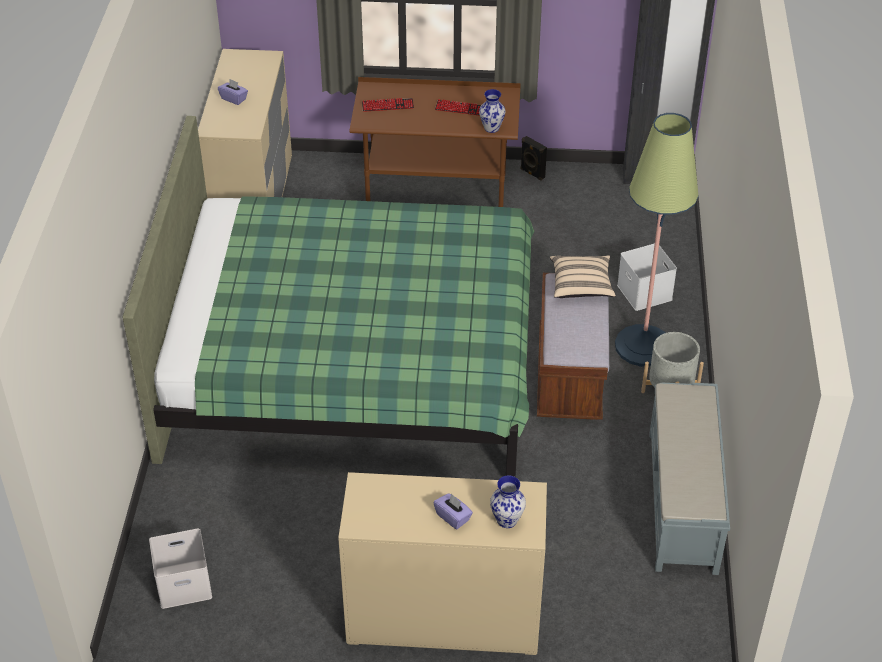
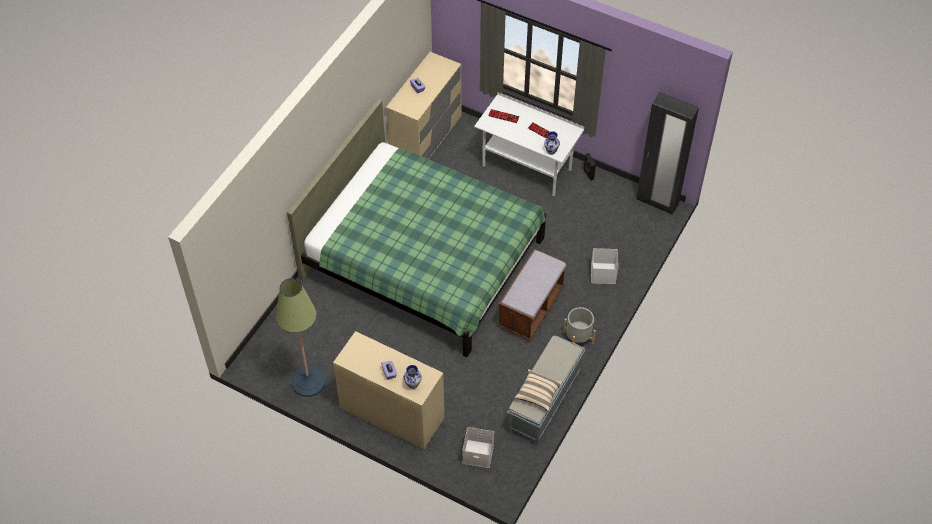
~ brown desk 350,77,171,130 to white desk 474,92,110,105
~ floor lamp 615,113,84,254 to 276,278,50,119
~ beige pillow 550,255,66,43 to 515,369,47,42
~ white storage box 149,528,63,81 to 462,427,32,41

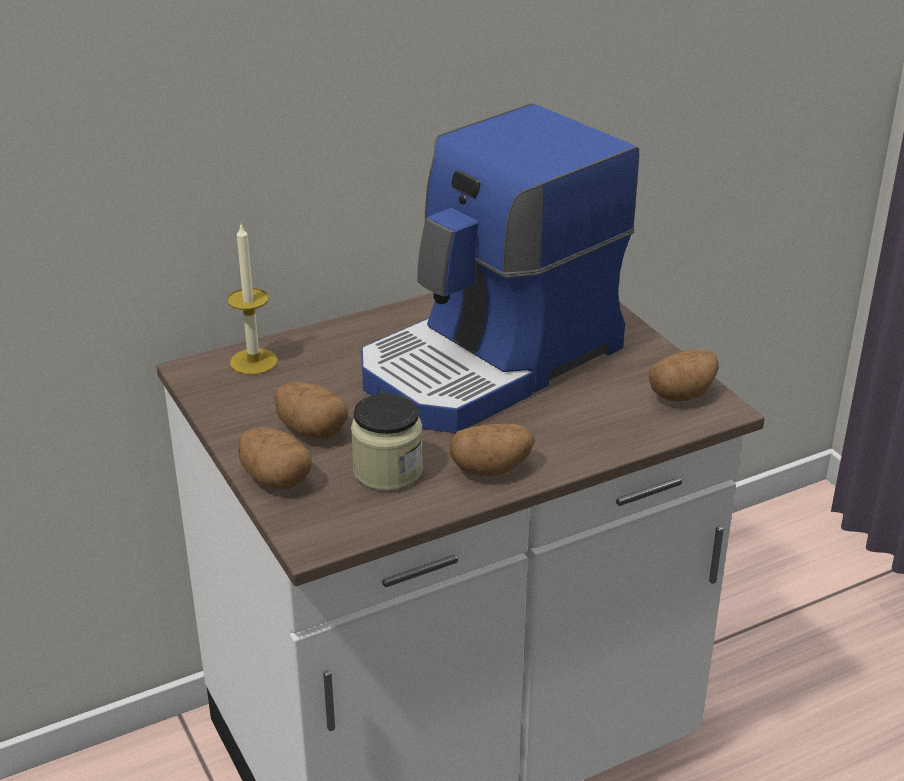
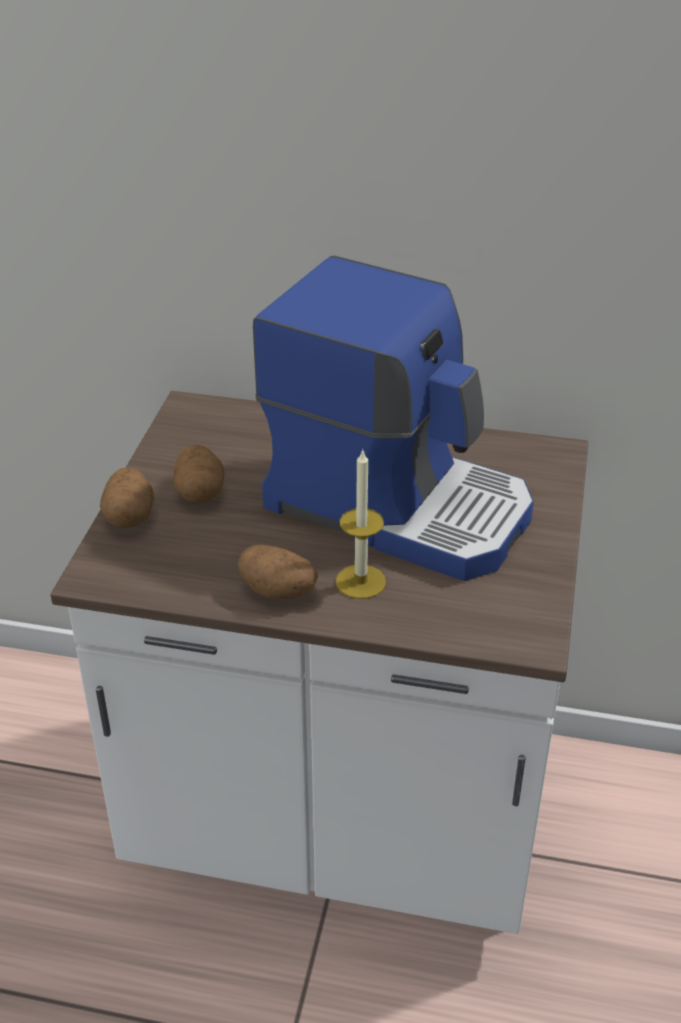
~ coffee machine 361,104,278,329 = 253,256,281,325 150 degrees counterclockwise
~ candle 227,225,51,150 to 336,448,50,151
- potato 649,349,70,53
- jar 351,393,72,98

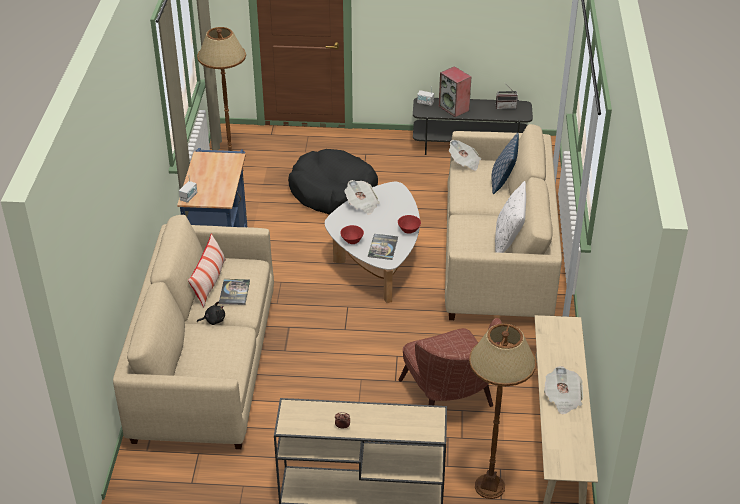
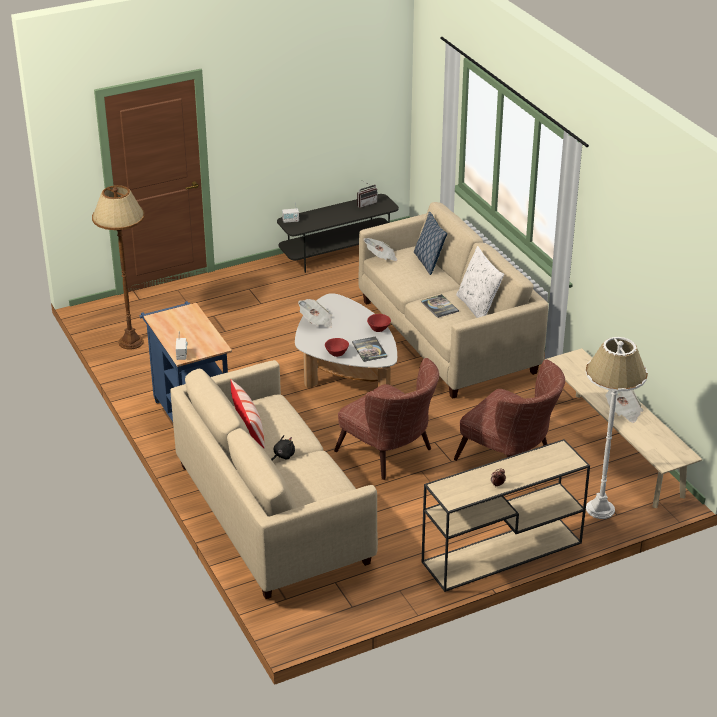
- speaker 439,66,32,51
- black dog bed 288,149,90,66
~ book 219,279,31,26 to 421,294,38,24
~ brown floor lamp 469,323,67,176 to white floor lamp 585,337,63,182
+ brown armchair 334,358,105,122

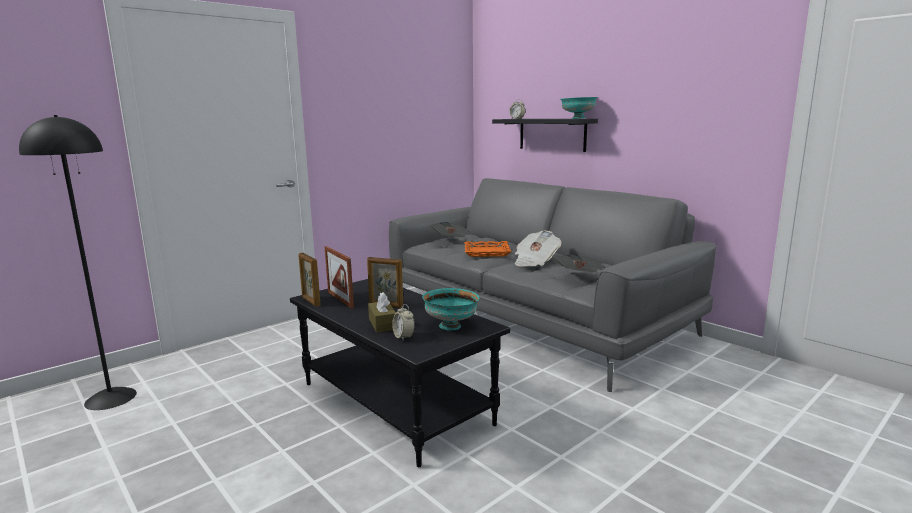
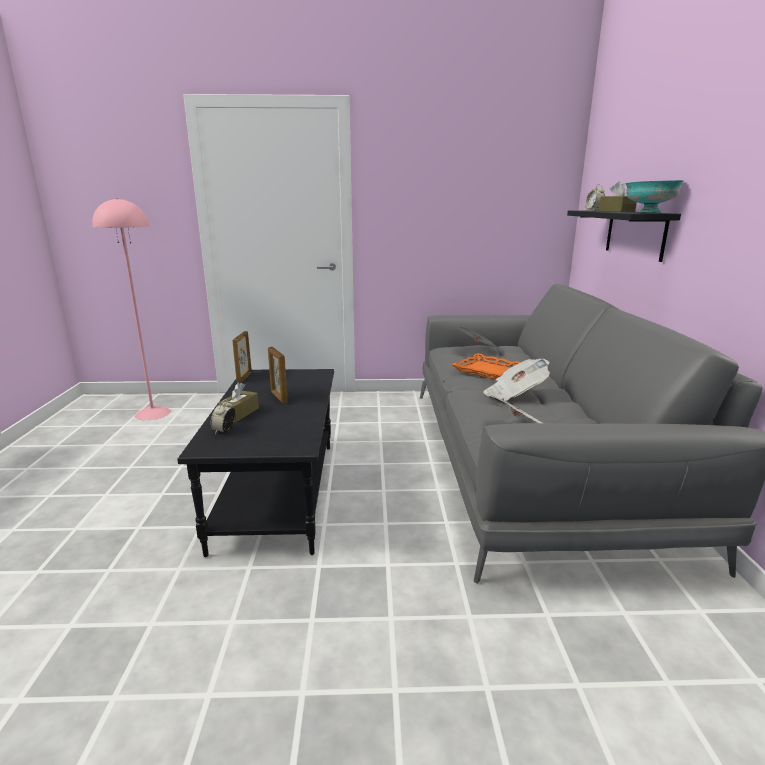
~ black floor lamp 19,115,118,295 to pink floor lamp 92,198,79,222
- picture frame 324,246,30,63
- turquoise bowl 422,288,58,43
+ brown tissue box 599,181,38,31

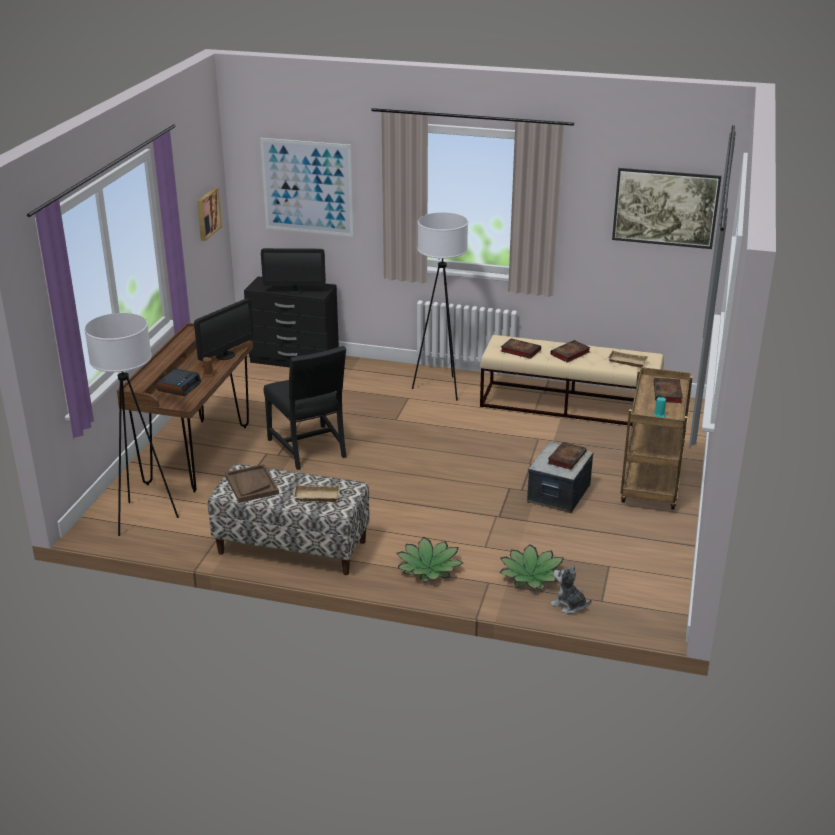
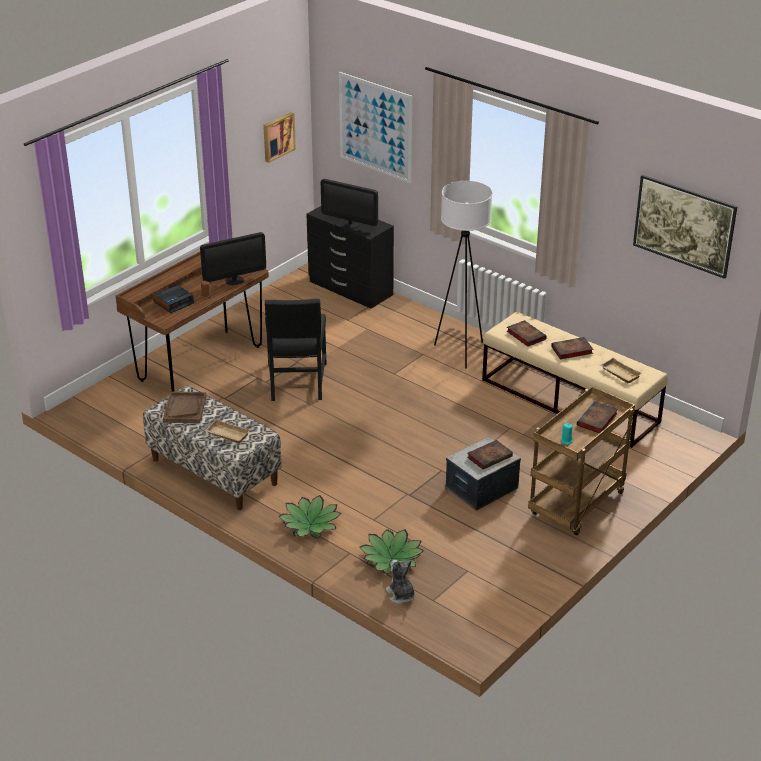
- white floor lamp 84,313,95,223

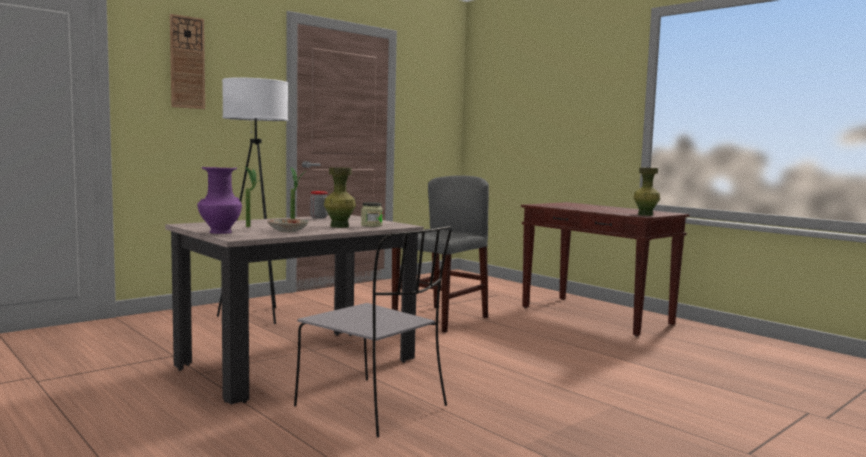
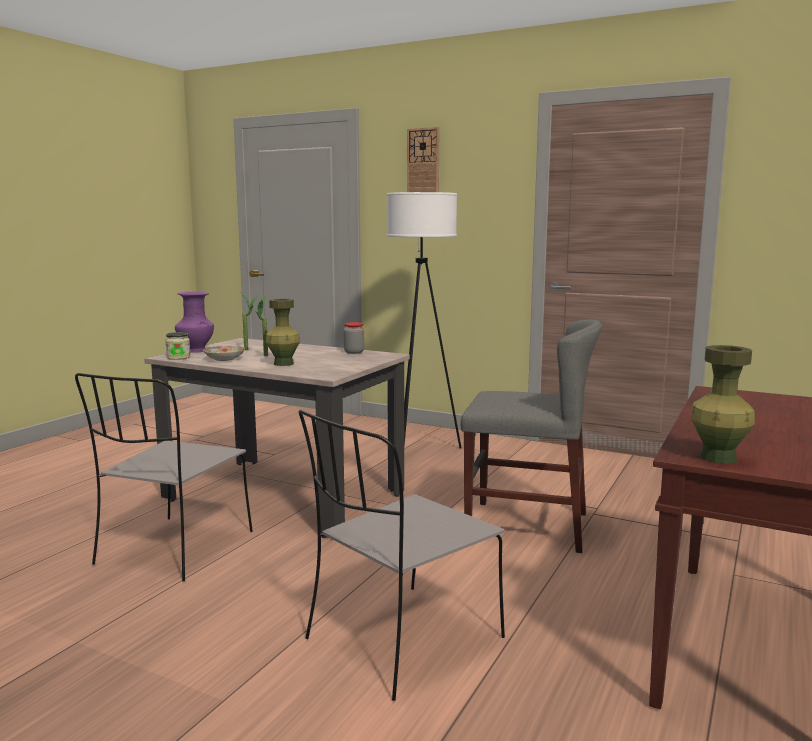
~ jar 361,202,22,25 to 165,332,26,28
+ grey chair 299,410,206,291

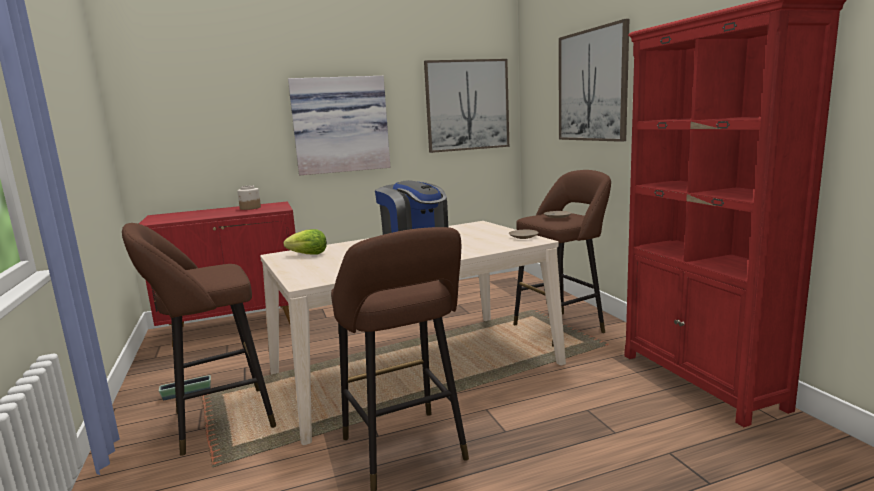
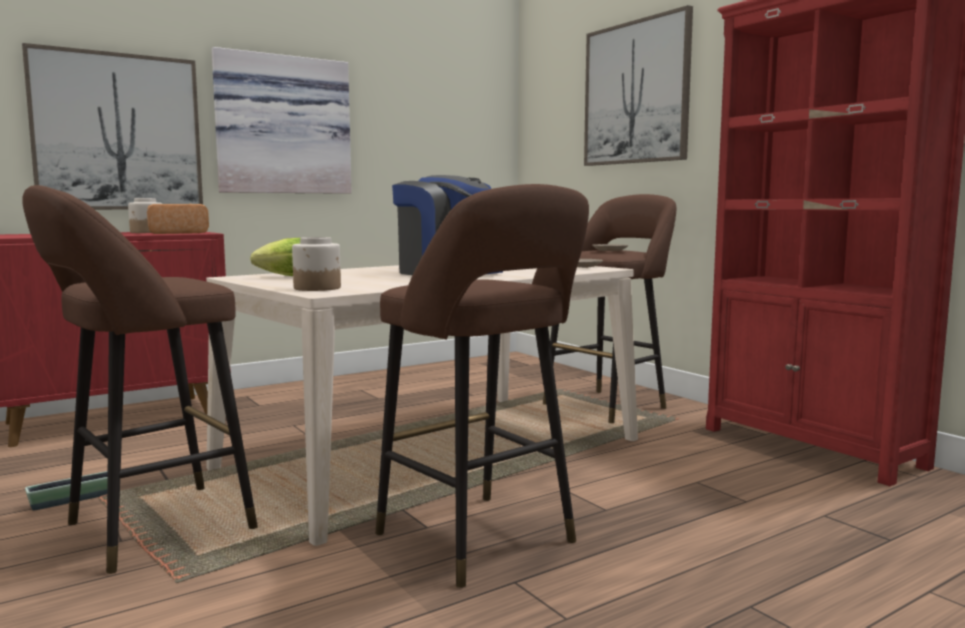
~ picture 424,59,85,94 to 22,43,181,167
+ bread 147,204,62,30
+ jar 292,237,49,54

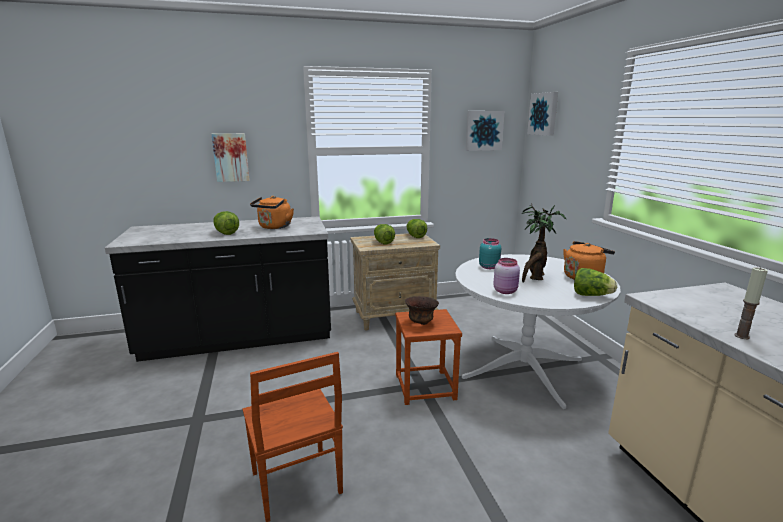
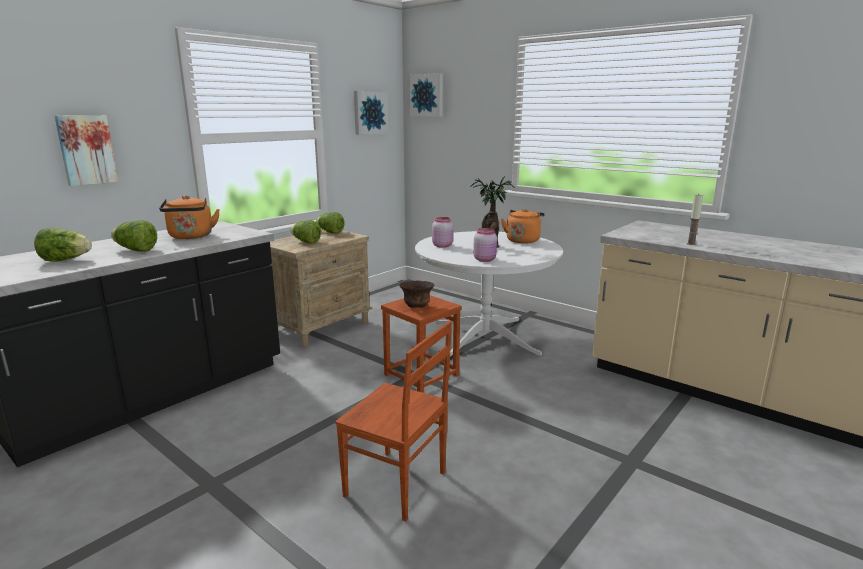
~ turquoise jar 479,238,22,31 to pink jar 432,217,21,31
~ lettuce 574,268,43,28 to 34,228,58,33

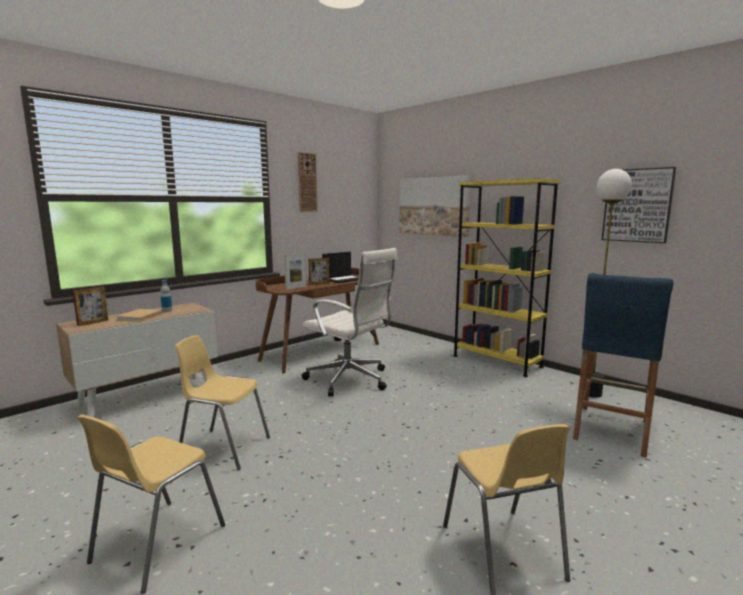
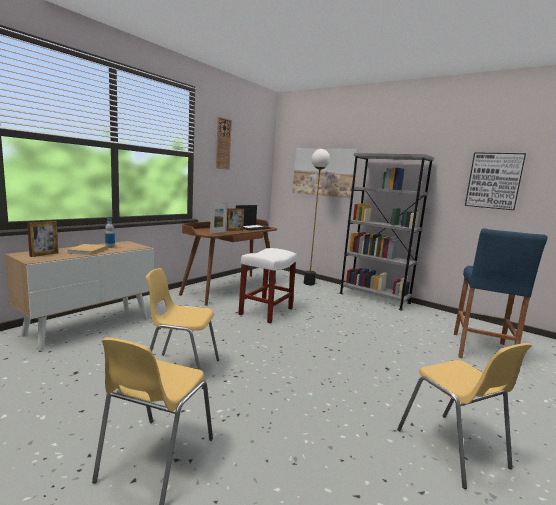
~ floor lamp 585,169,47,229 to 304,149,26,136
~ yellow bookcase 453,178,108,199 to grey bookcase 339,153,95,158
~ white office chair 302,248,95,149 to white stool 238,248,59,76

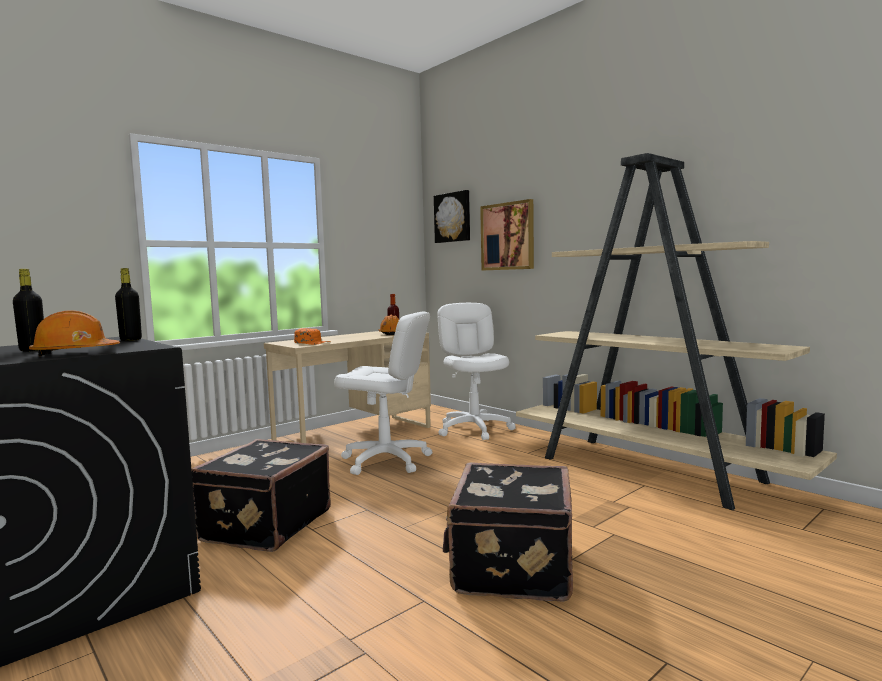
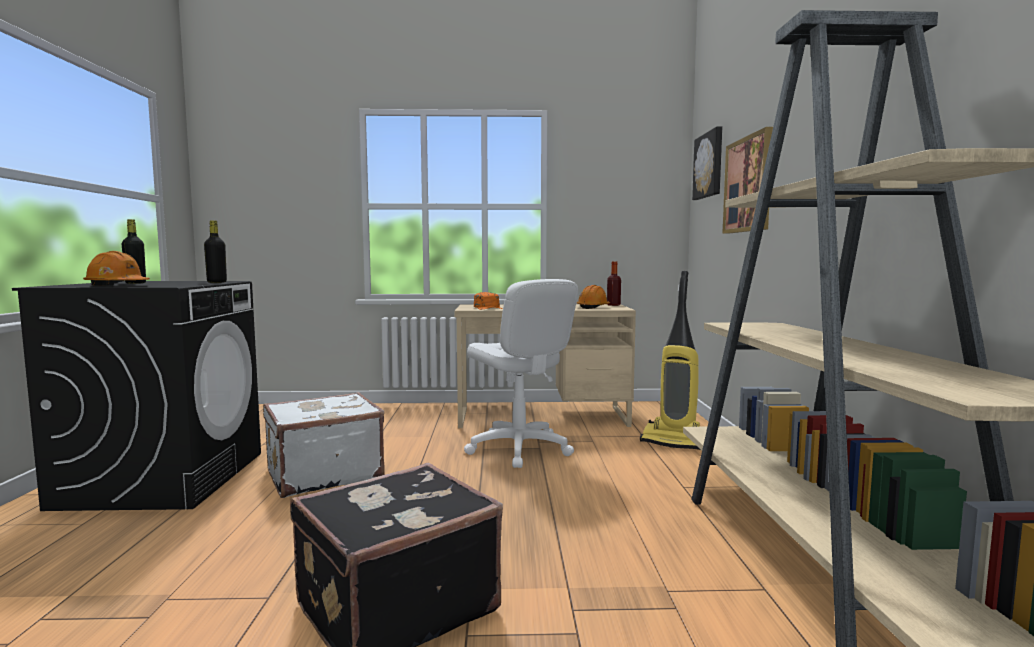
~ white office chair 437,303,79,137 to vacuum cleaner 640,271,61,179
~ black suitcase 191,439,140,113 to white suitcase 263,392,121,106

